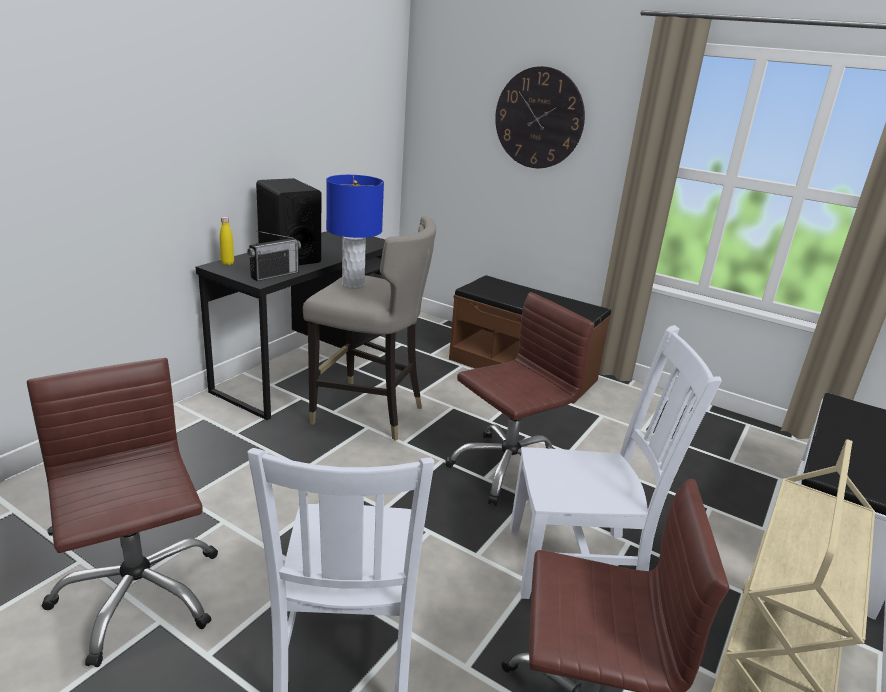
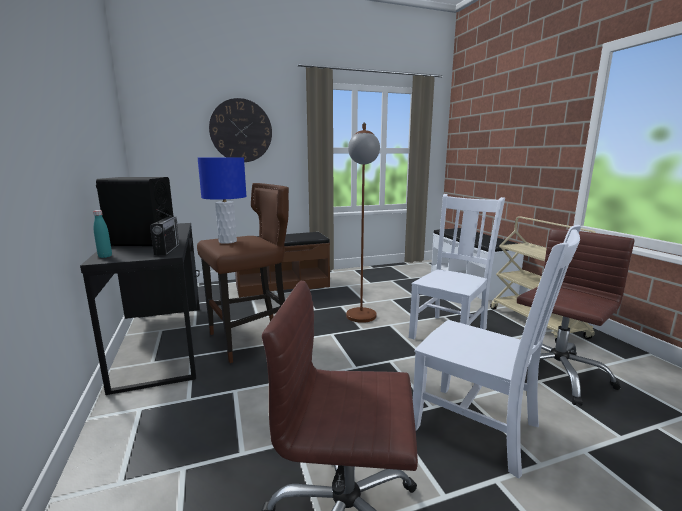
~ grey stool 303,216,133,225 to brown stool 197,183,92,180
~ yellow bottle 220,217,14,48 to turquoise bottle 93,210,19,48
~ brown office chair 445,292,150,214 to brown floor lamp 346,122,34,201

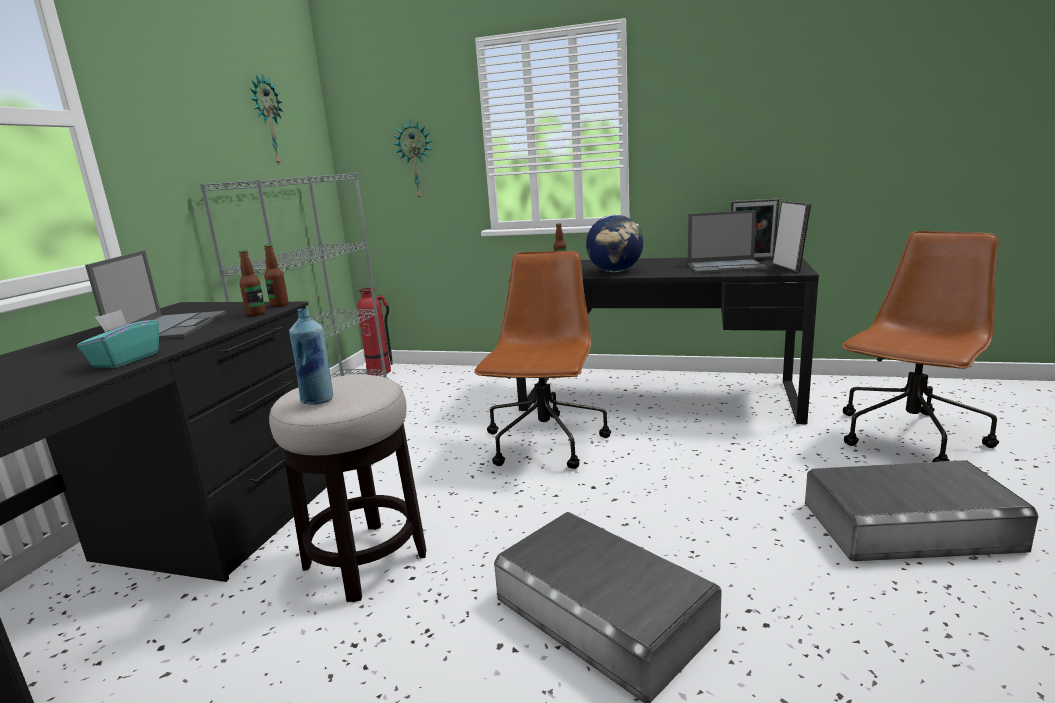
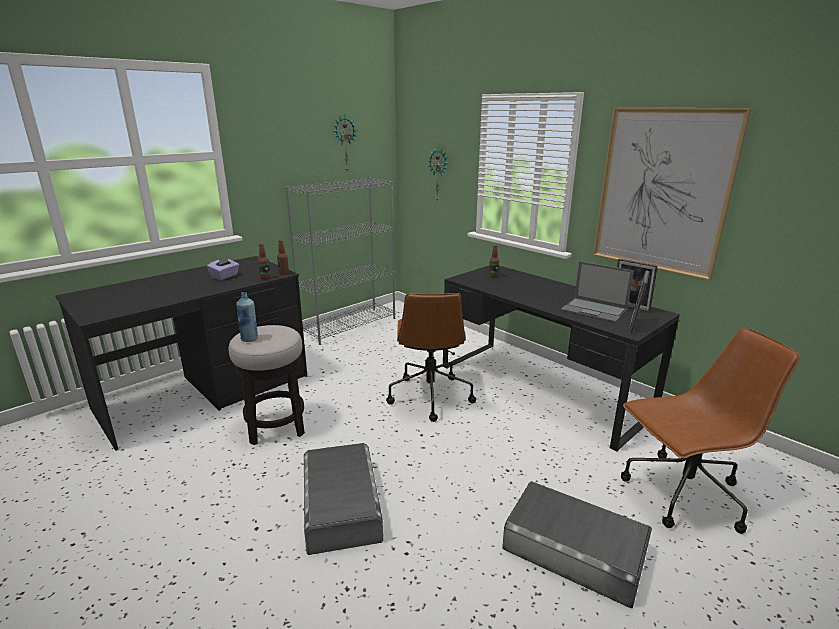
- globe 586,215,57,57
~ laptop 85,250,141,90 to purple tissue box 207,256,32,24
~ brown office chair 474,251,137,218 = 386,293,90,129 135 degrees clockwise
- fire extinguisher 357,288,36,88
- turquoise tissue box 77,310,82,58
+ picture 593,108,159,173

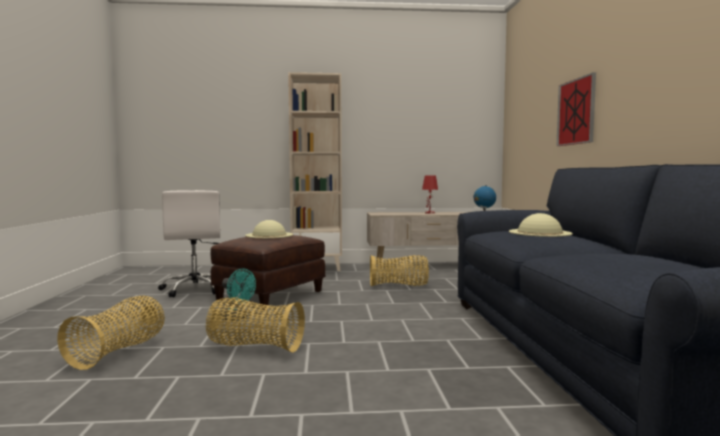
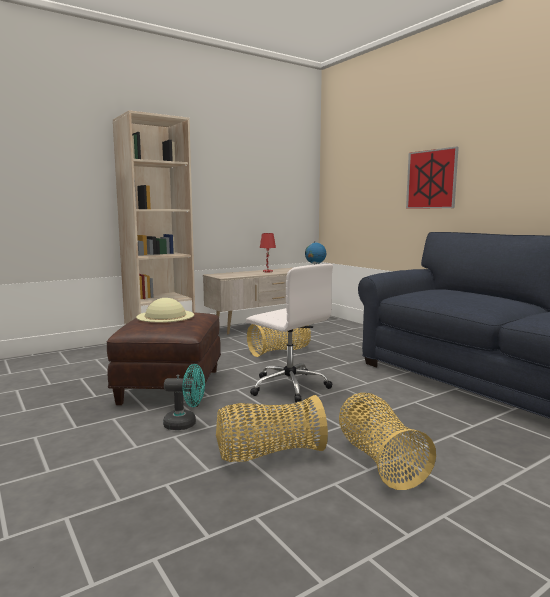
~ white office chair 158,190,62,107 to 246,263,87,140
- beige hat 509,213,64,24
~ basket 57,296,108,74 to 339,393,97,97

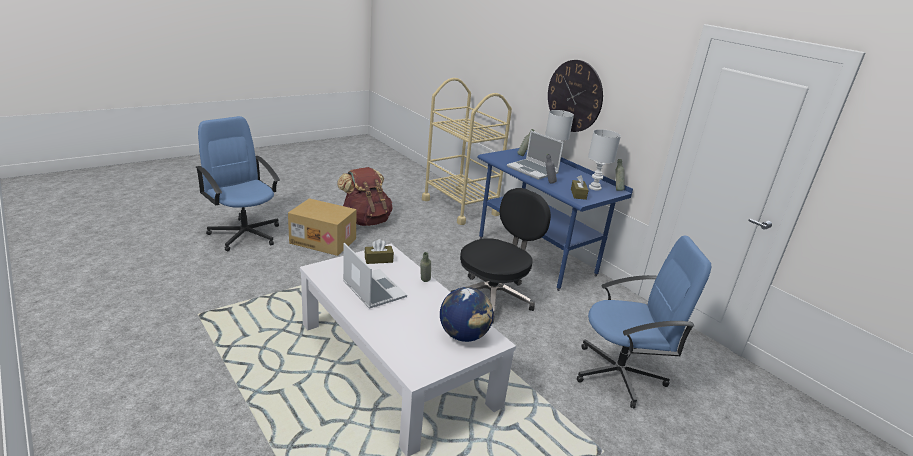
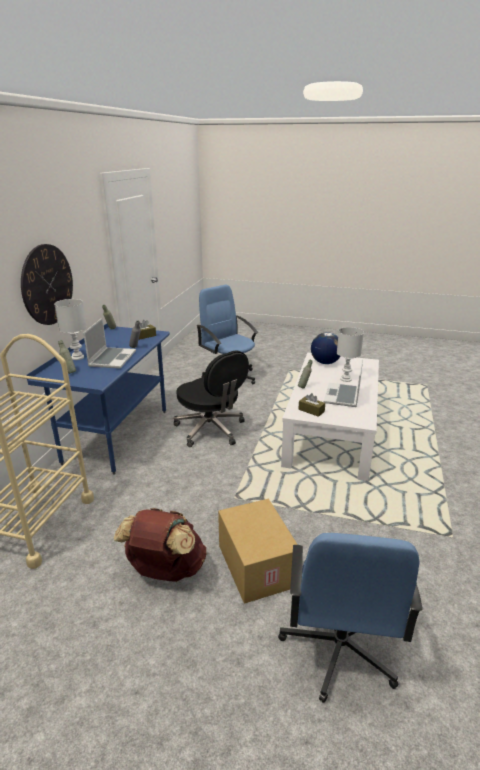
~ white table lamp 588,129,33,62 to 337,327,27,55
~ black office chair 451,188,100,135 = 174,350,75,97 135 degrees counterclockwise

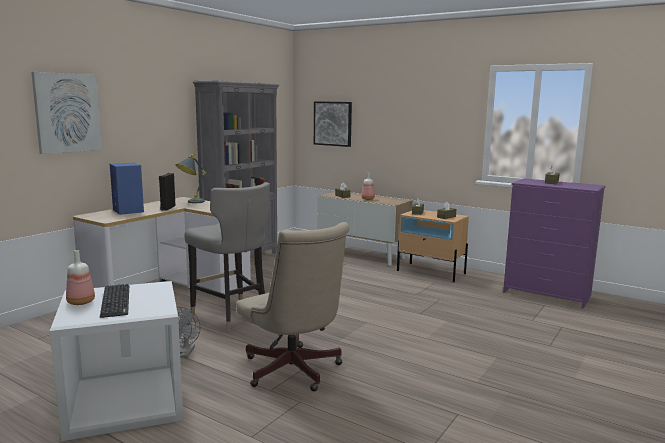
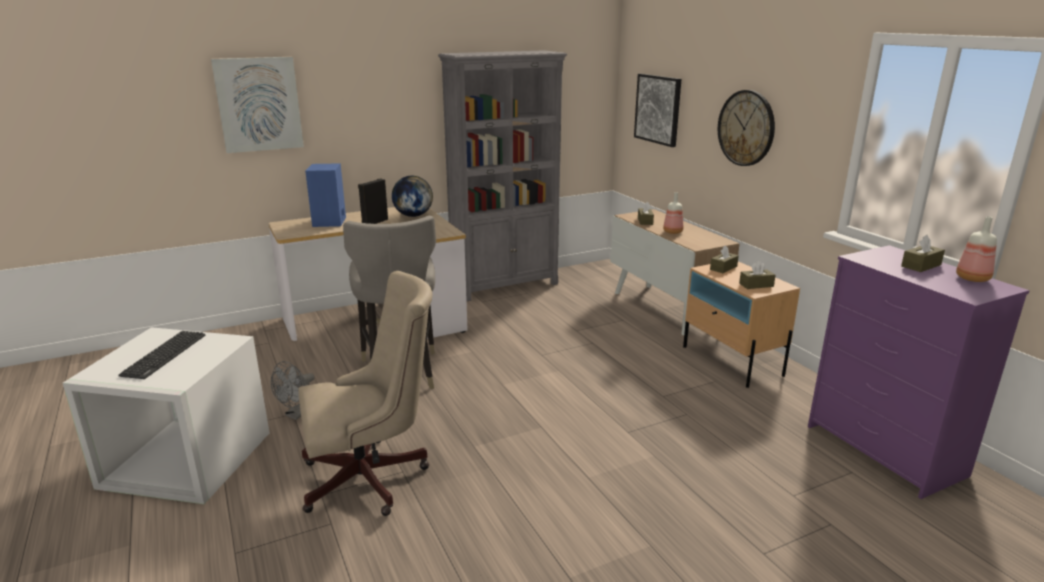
~ grey table lamp 176,154,30,49 to globe 392,176,41,41
~ beige office chair 236,222,113,169 = 298,271,135,245 105 degrees counterclockwise
~ bottle 66,250,29,55 to 956,216,41,66
+ wall clock 718,90,57,76

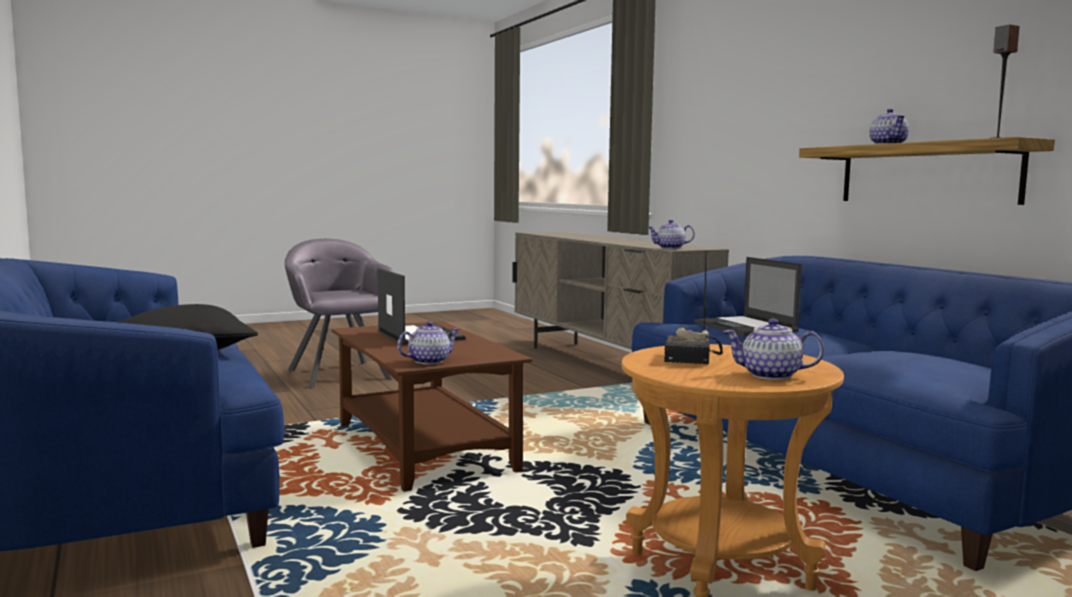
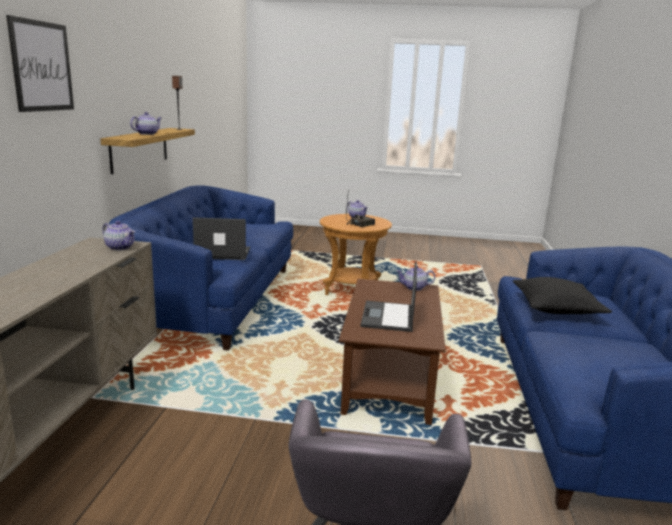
~ laptop 694,257,108,79 = 193,217,57,43 105 degrees counterclockwise
+ picture 6,15,68,97

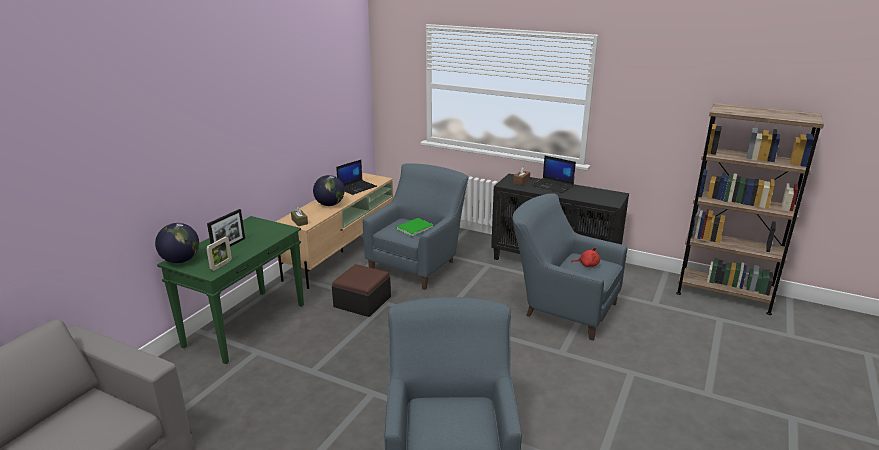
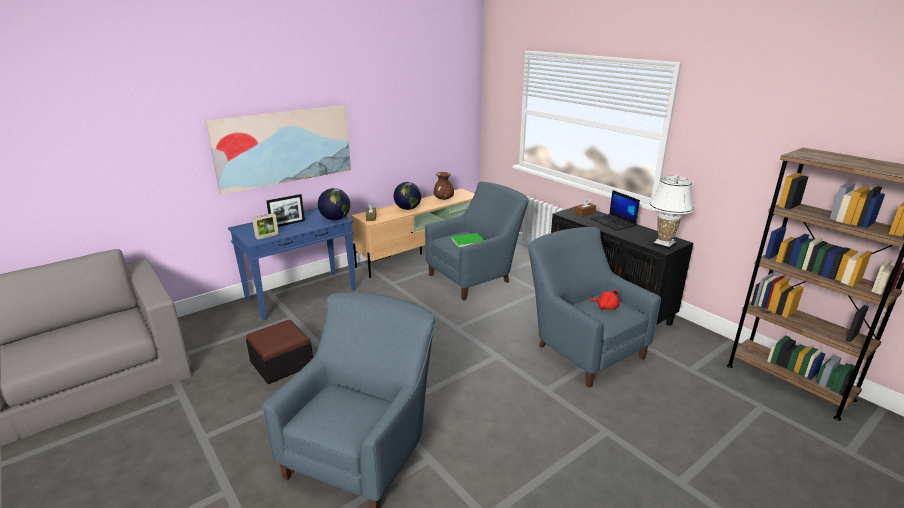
~ laptop 336,160,41,35 to brown vase 434,172,20,28
~ green console table 157,216,147,148 to blue console table 228,207,128,113
~ globe 155,223,44,40 to 318,188,32,32
~ ottoman 332,264,59,53 to 246,320,67,64
+ picture 205,105,146,90
+ white table lamp 649,175,45,75

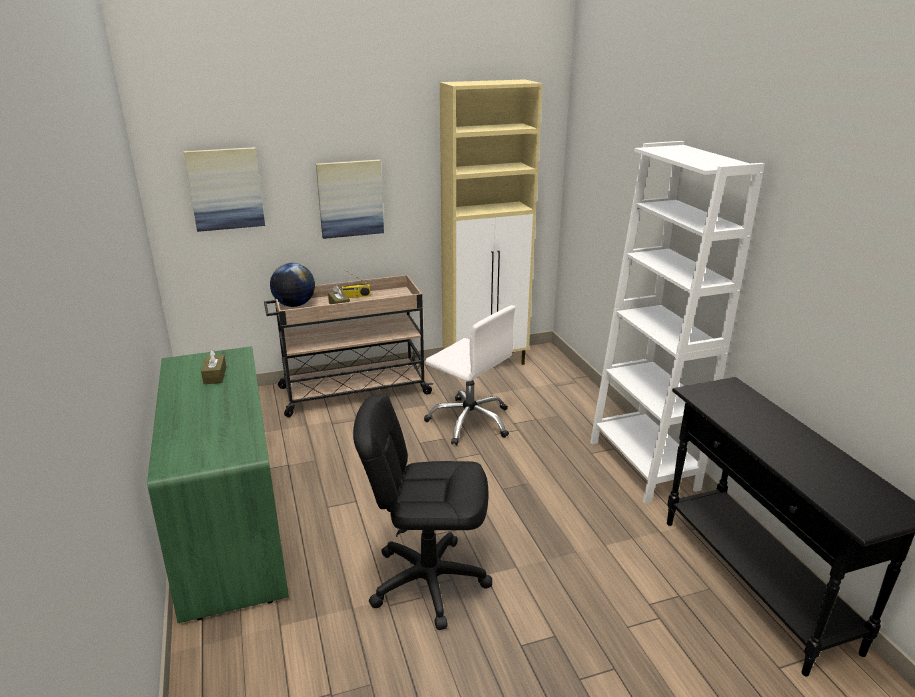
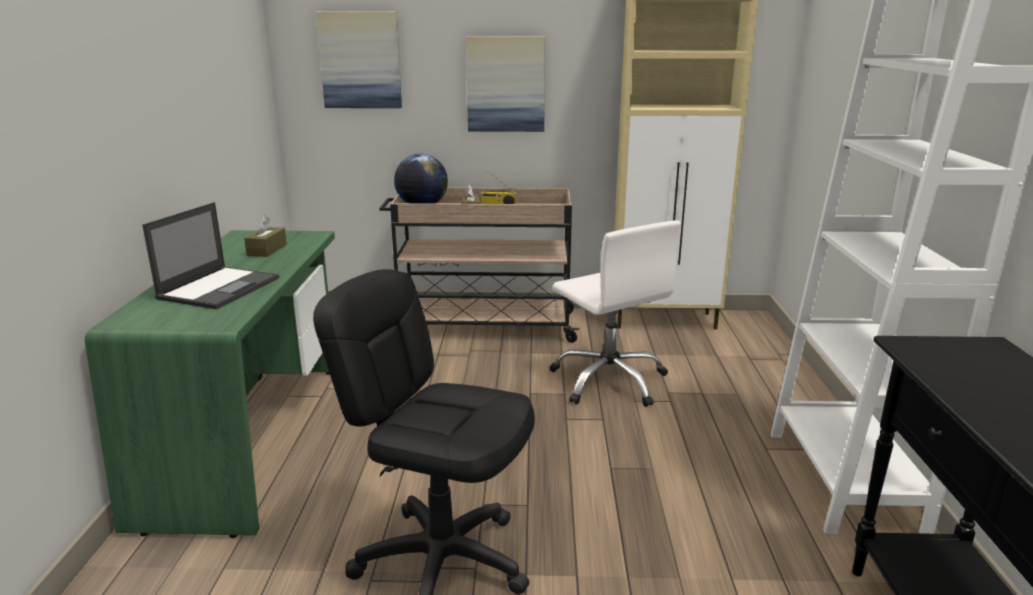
+ laptop 142,202,137,107

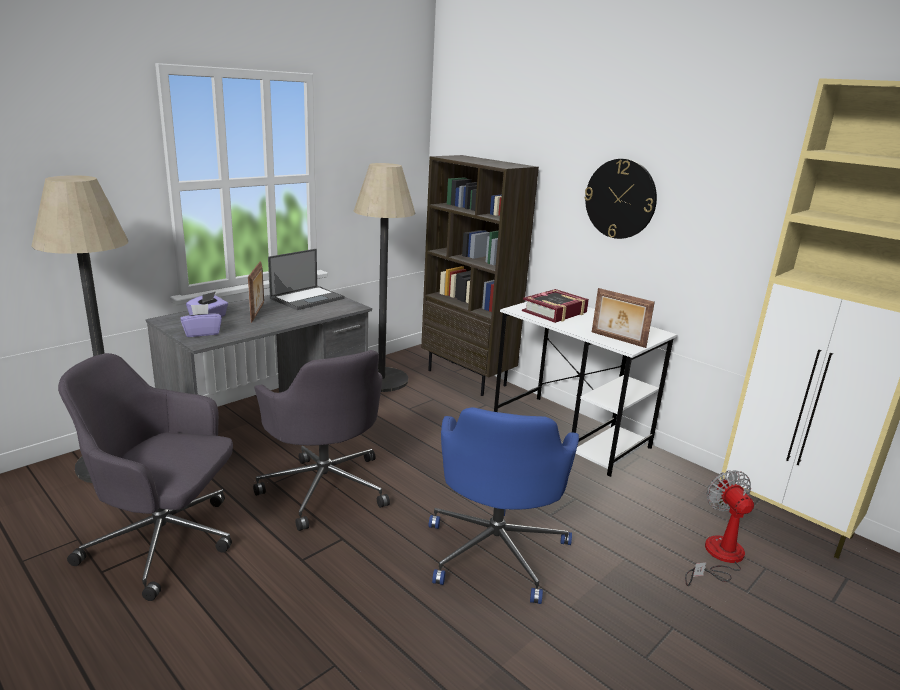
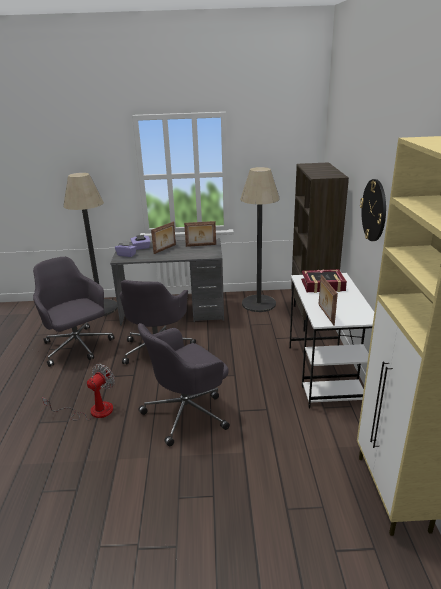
~ laptop 268,249,76,61 to picture frame 184,221,32,26
~ blue office chair 429,407,150,197 to grey office chair 138,323,92,124
~ fan 685,470,69,116 to 42,364,73,57

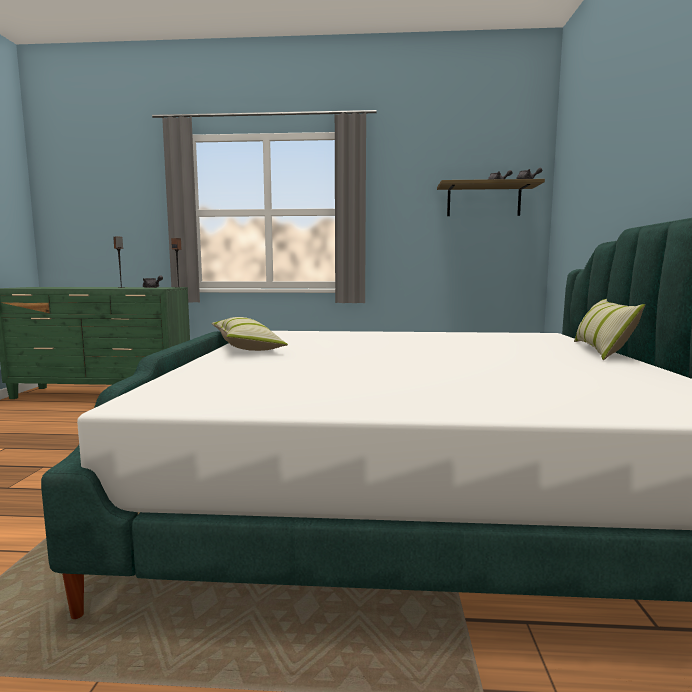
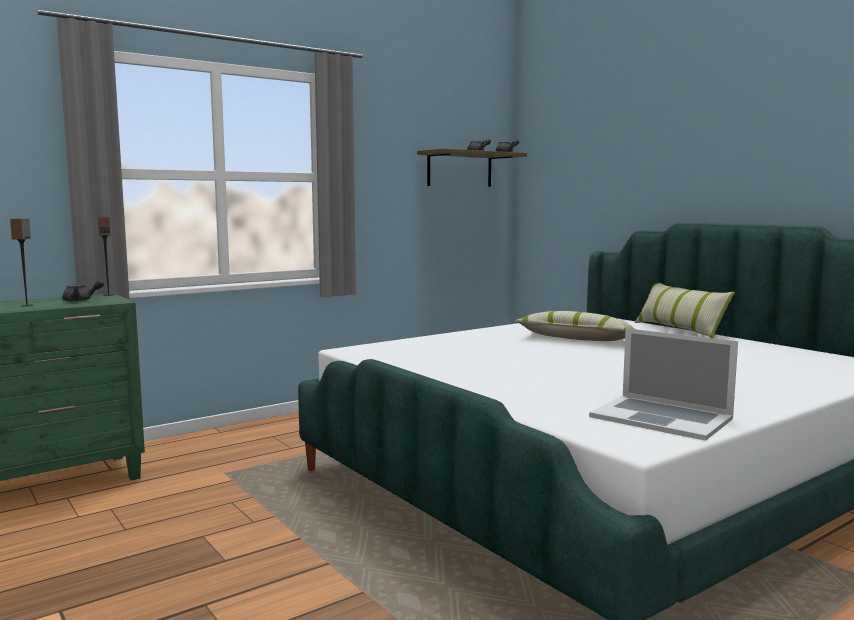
~ pillow 211,317,77,34 to 515,311,120,30
+ laptop 589,328,149,113

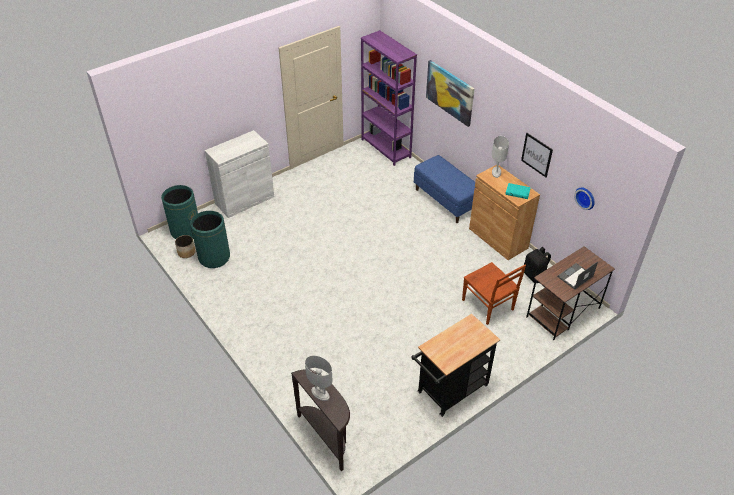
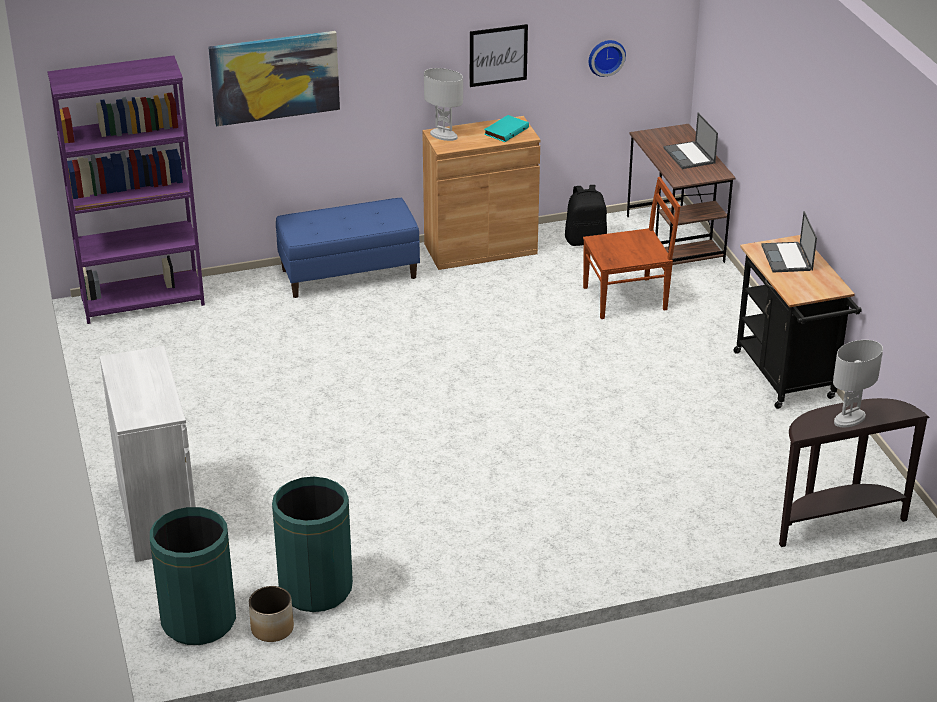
+ laptop 761,211,56,62

